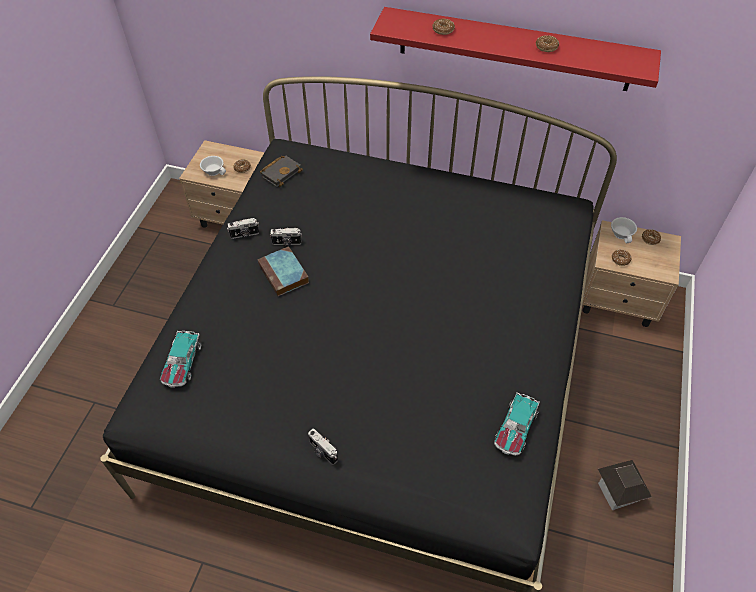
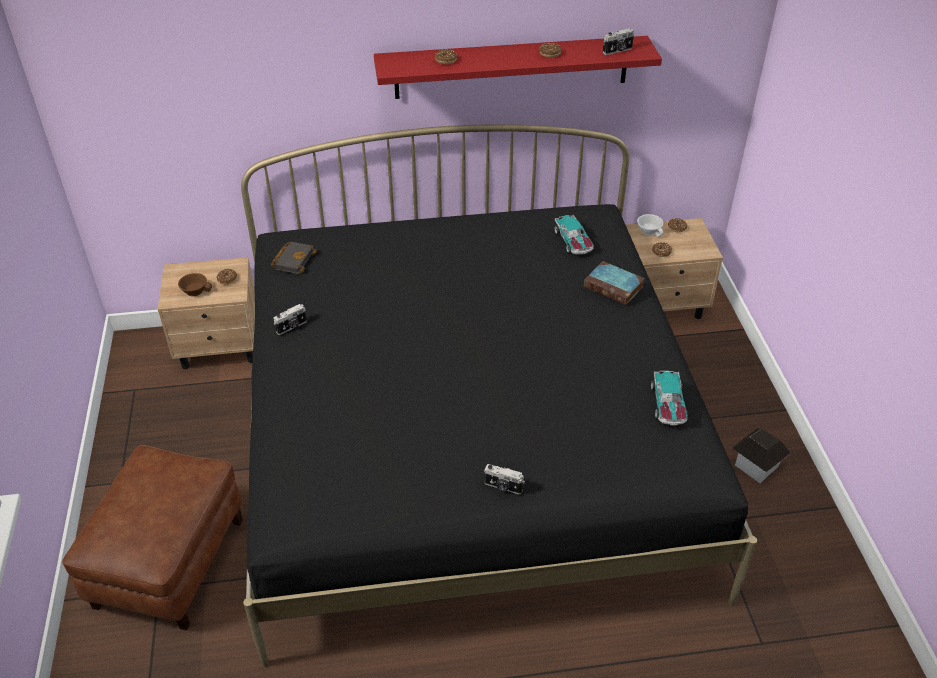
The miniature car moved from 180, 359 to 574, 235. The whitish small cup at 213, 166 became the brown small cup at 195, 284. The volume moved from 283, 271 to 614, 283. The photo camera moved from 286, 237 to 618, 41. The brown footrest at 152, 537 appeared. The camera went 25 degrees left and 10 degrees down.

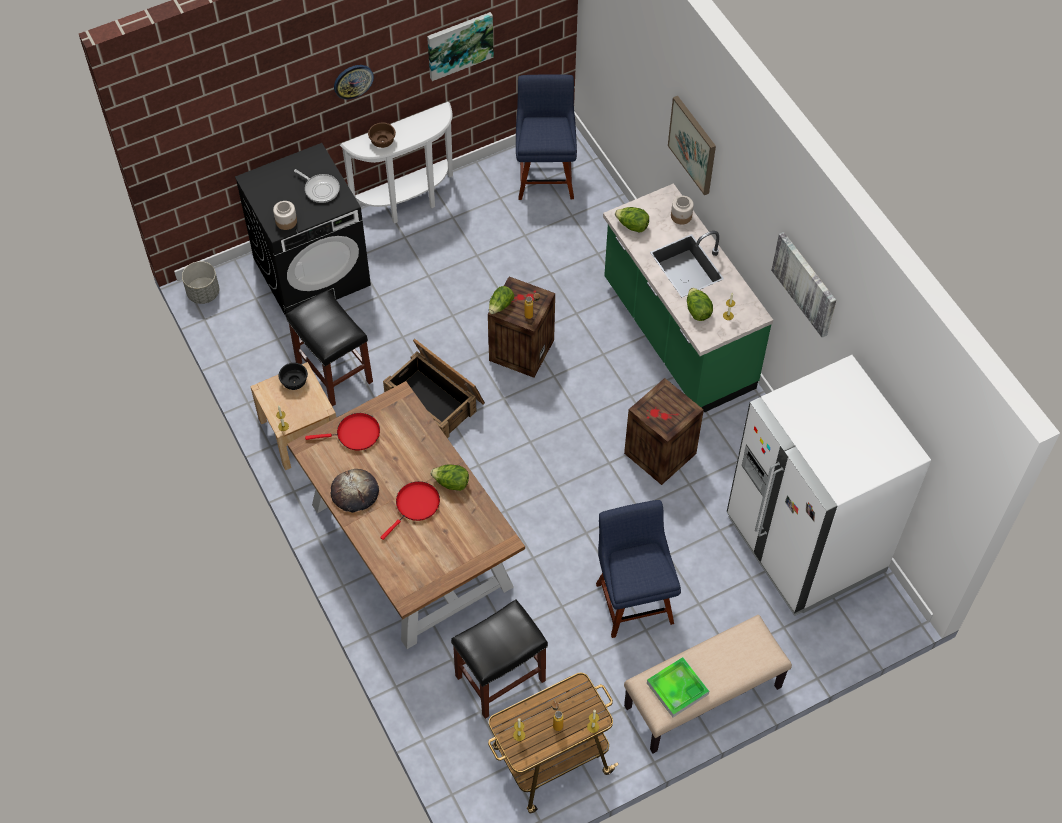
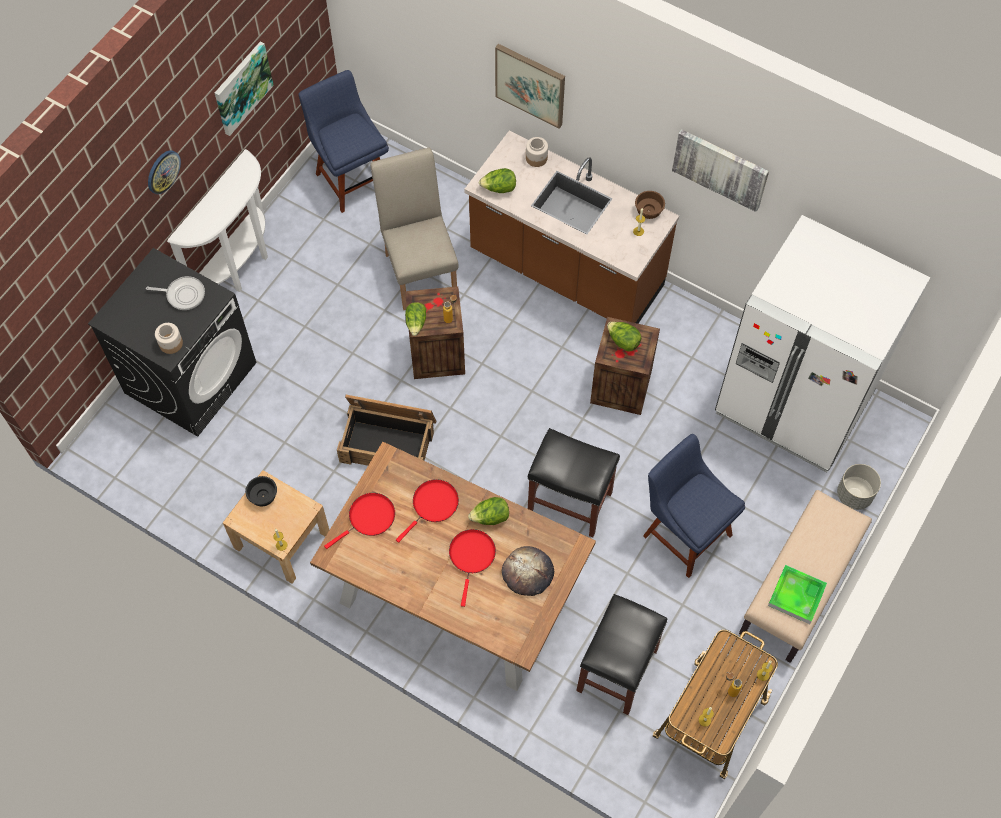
The gray plant pot moved from 200, 282 to 859, 487. The blackish stool seat moved from 329, 348 to 574, 482. The baked bread moved from 355, 491 to 528, 571. The brown serving bowl moved from 382, 135 to 650, 205. The green-coloured counter at 688, 297 became the brown counter at 571, 227. The lettuce head moved from 700, 304 to 624, 336. The beige-coloured upright chair at 414, 229 appeared. The reddish frying pan at 427, 511 appeared. The camera went 30 degrees left and 5 degrees up.

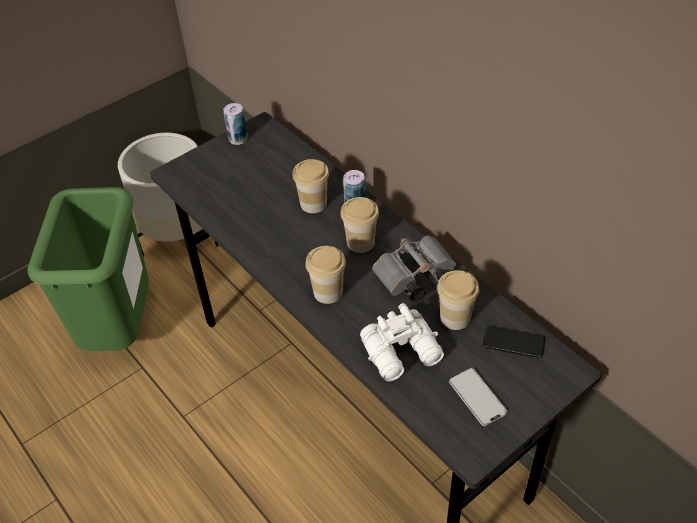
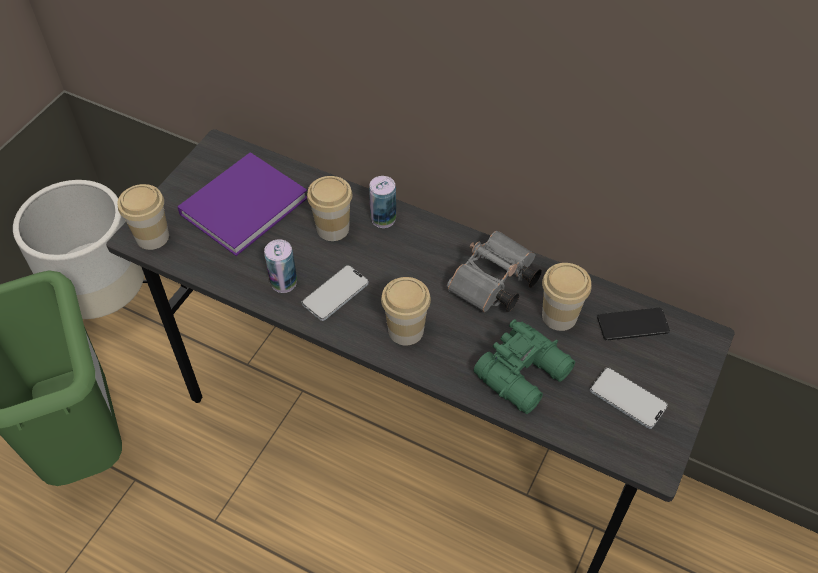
The metal can moved from 235, 124 to 280, 266. The small cup moved from 359, 225 to 143, 217. The whitish binoculars at 402, 342 became the green-coloured binoculars at 524, 366. The purple-coloured volume at 242, 204 appeared. The phone at 335, 293 appeared. The camera went 25 degrees left and 5 degrees up.

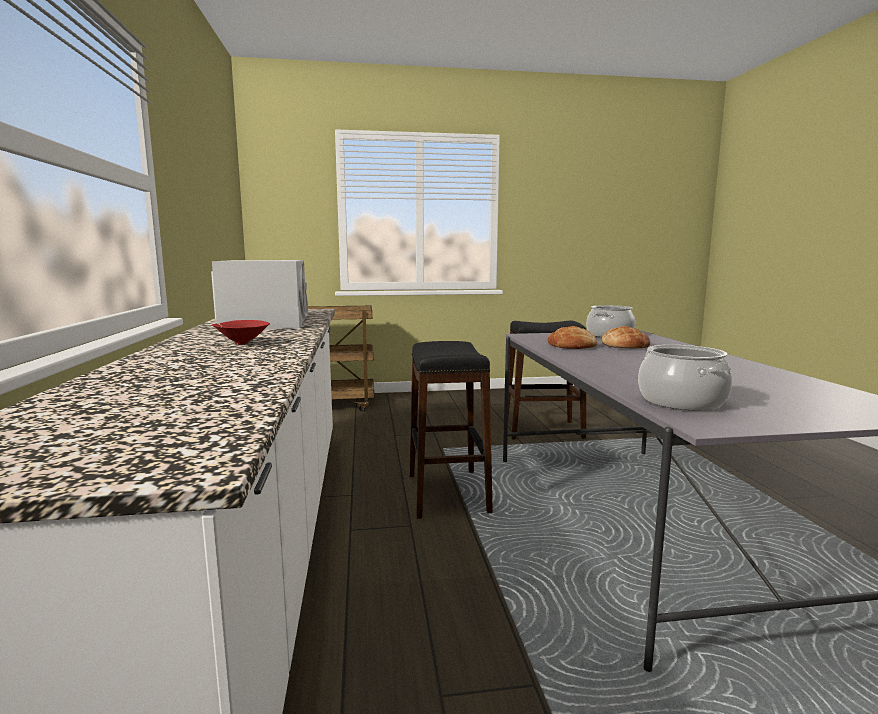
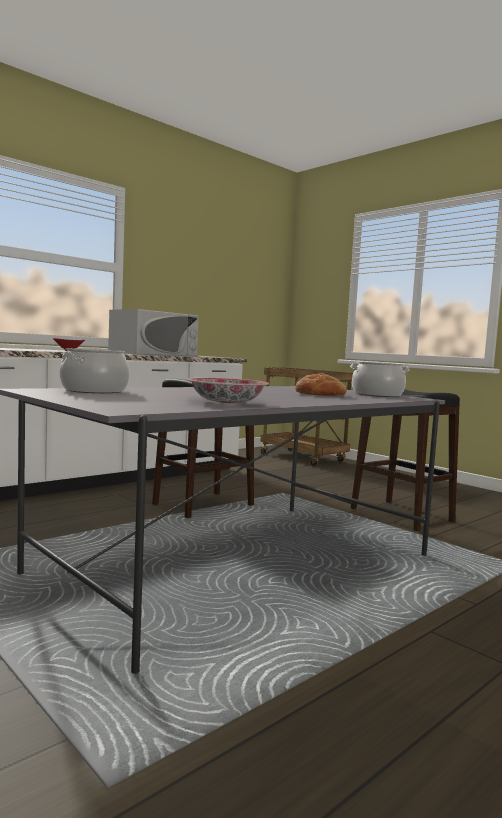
The baked bread at 573, 337 disappeared. The serving bowl at 228, 390 appeared. The camera went 55 degrees right and 5 degrees down.

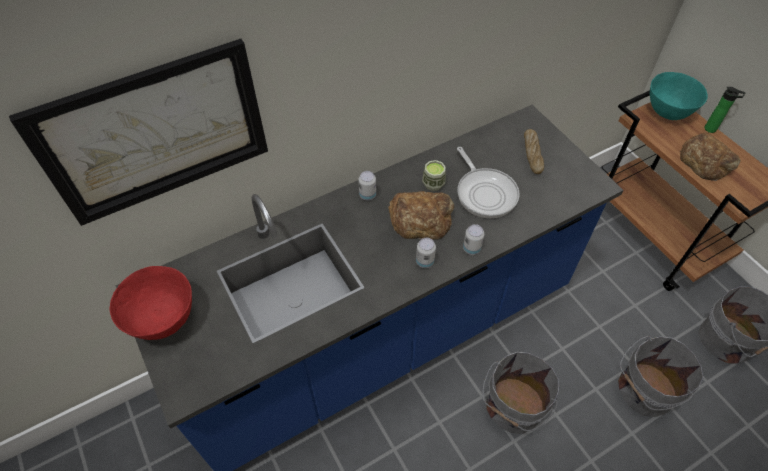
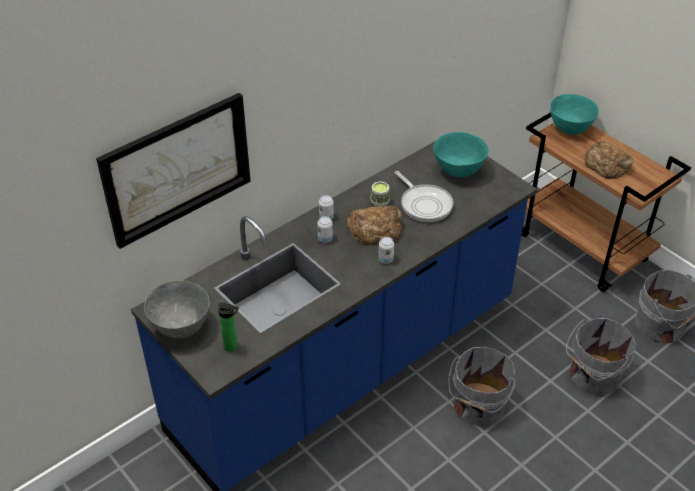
The reddish serving bowl at 150, 303 became the gray serving bowl at 177, 310. The metal can moved from 473, 239 to 325, 229. The baked bread at 534, 151 was replaced by the turquoise-coloured serving bowl at 460, 155. The beverage bottle moved from 724, 110 to 228, 327. The camera went 10 degrees left and 10 degrees down.

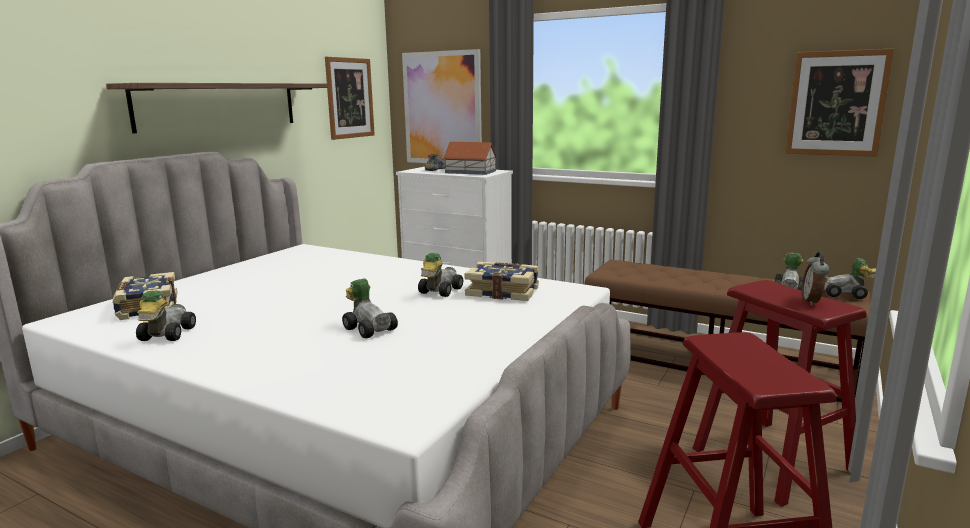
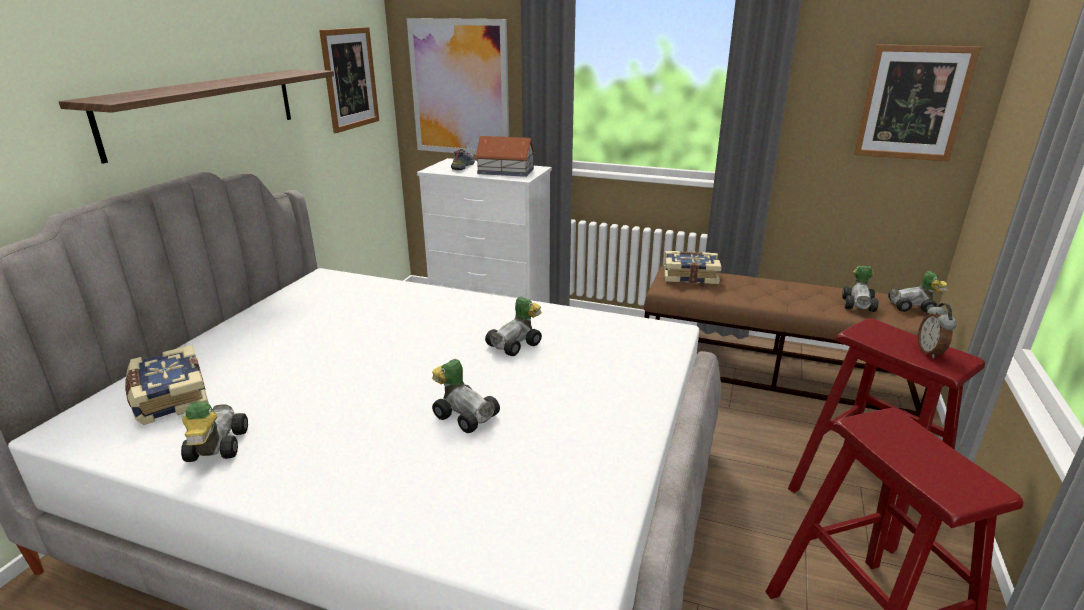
The miniature car at 440, 275 turned 150 degrees counterclockwise. The volume moved from 501, 281 to 693, 267. The camera went 10 degrees left and 10 degrees up.

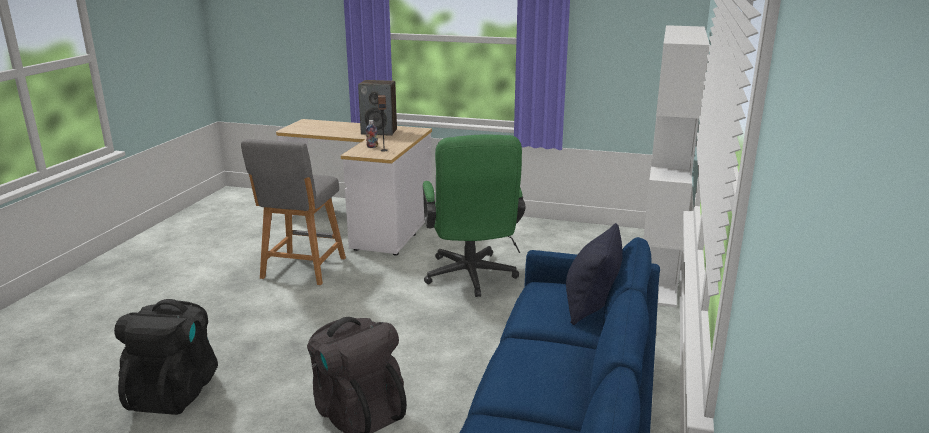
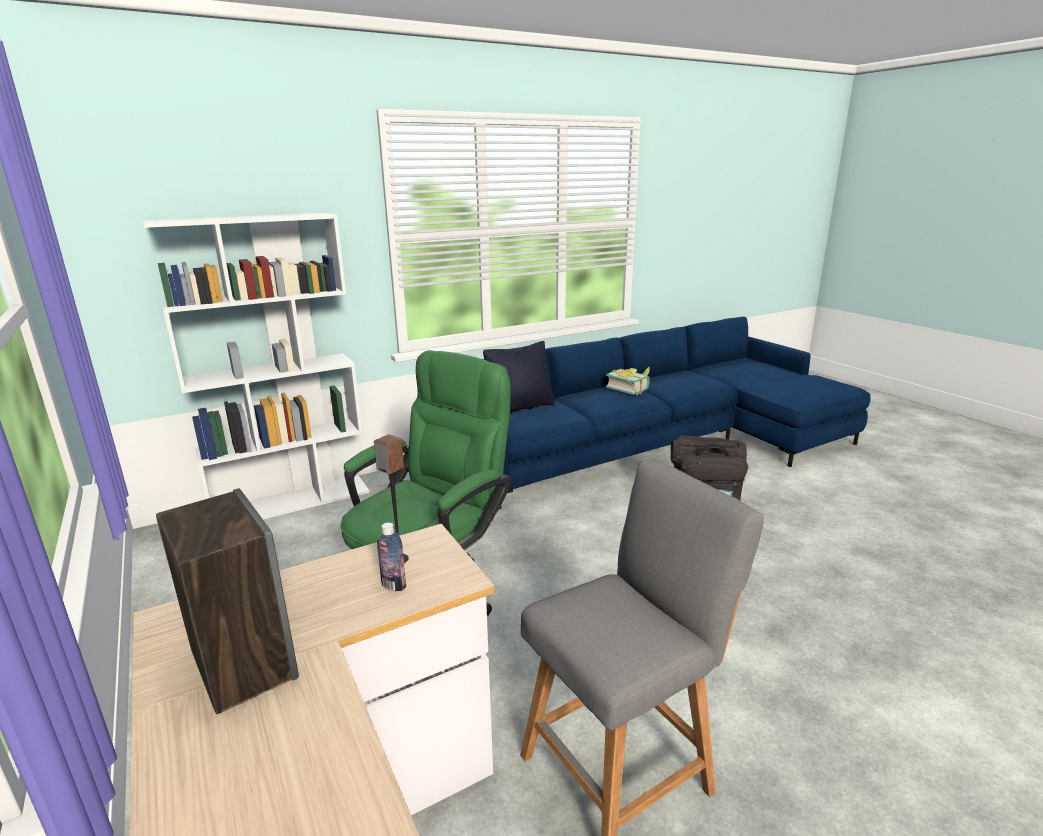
The blackish knapsack at 166, 357 disappeared. The volume at 628, 381 appeared. The camera went 135 degrees left and 0 degrees up.

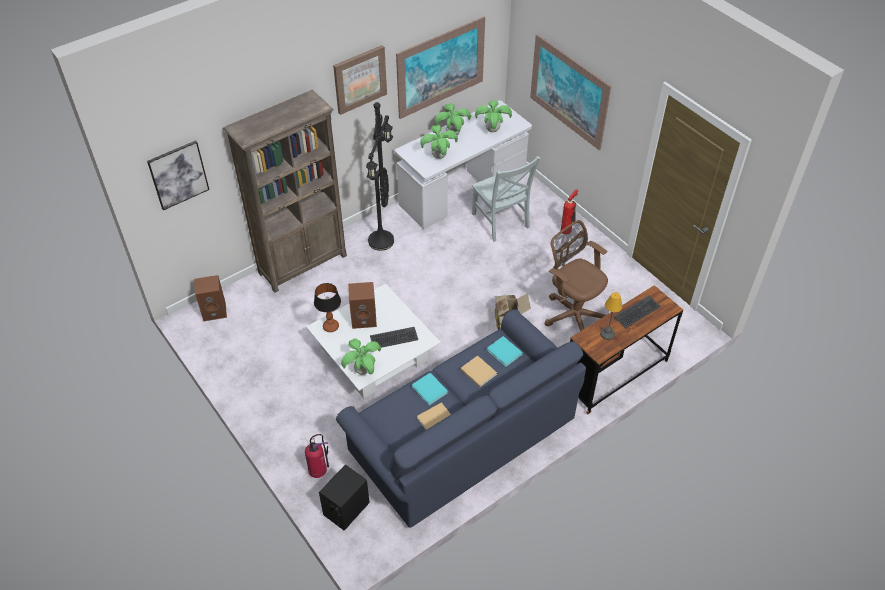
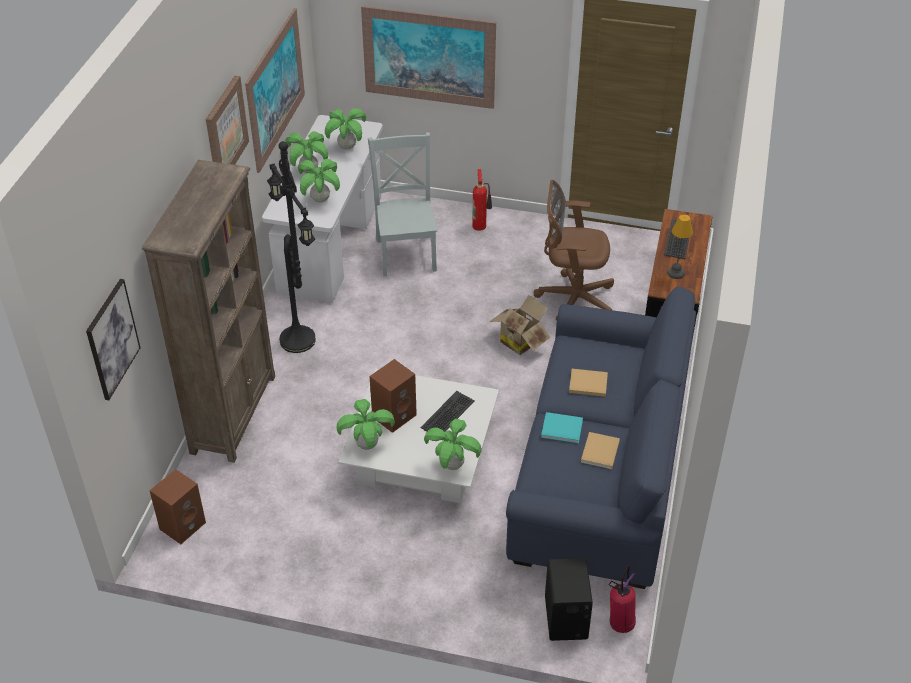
The extinguisher moved from 317, 456 to 622, 599. The lamp for a table at 327, 307 was replaced by the houseplant at 366, 424. The gray upright chair at 506, 199 turned 120 degrees counterclockwise. The turquoise-coloured volume at 505, 351 disappeared. The camera went 40 degrees left and 5 degrees down.

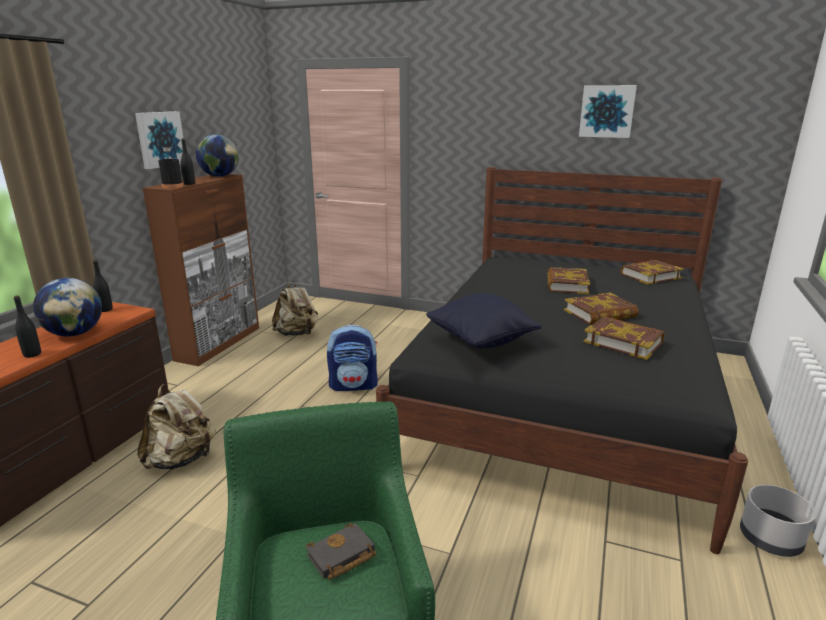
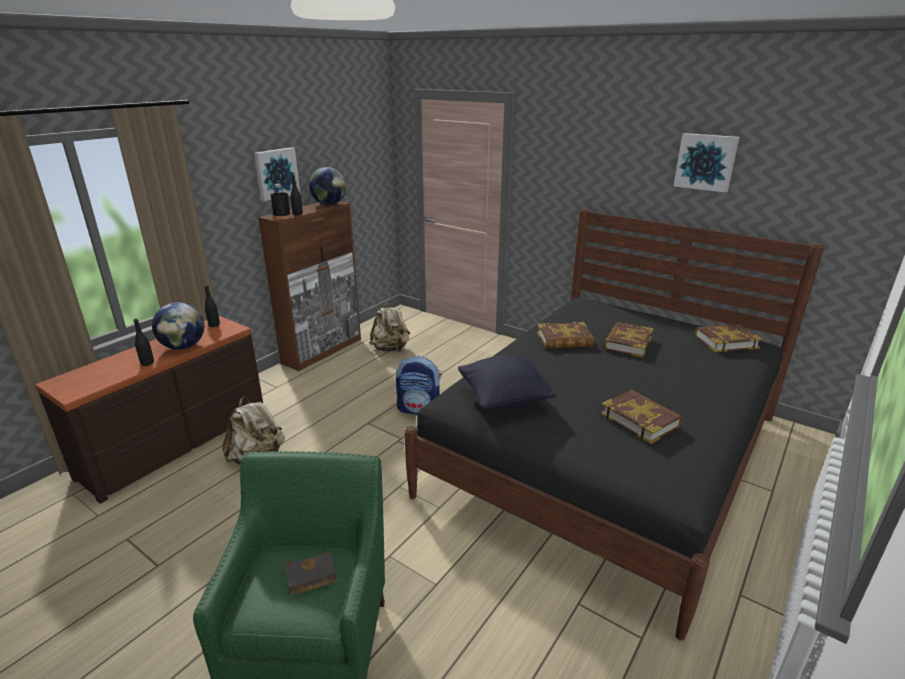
The volume moved from 601, 309 to 565, 335. The gray plant pot at 777, 521 disappeared. The camera went 15 degrees right and 5 degrees up.

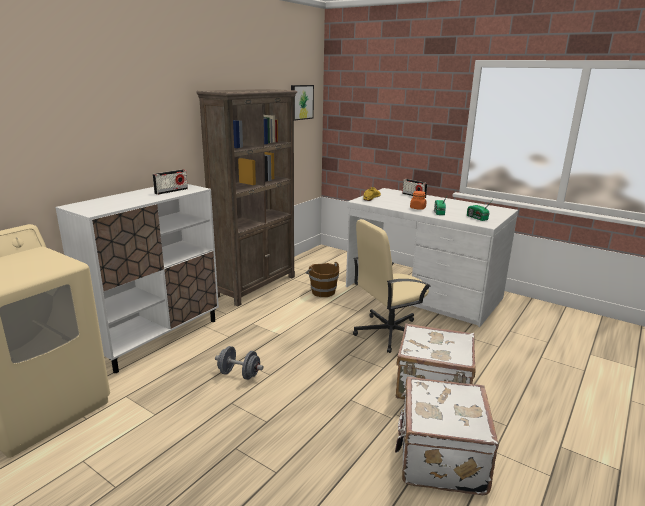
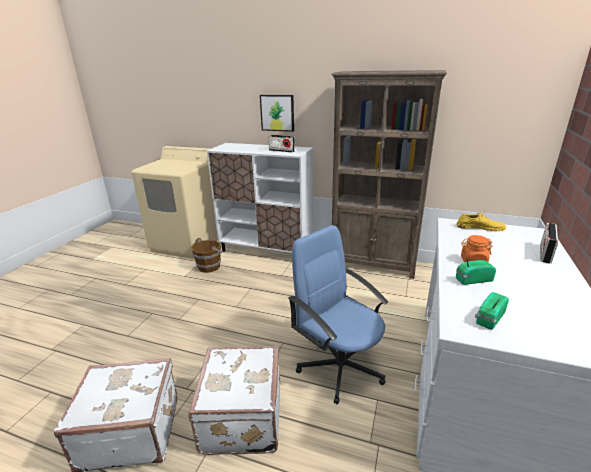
The gray hand weight at 239, 363 disappeared. The wall art moved from 302, 103 to 277, 113. The brown bucket moved from 322, 279 to 207, 255. The beige-coloured desk chair at 392, 286 became the bluish desk chair at 338, 314. The camera went 75 degrees right and 5 degrees up.

